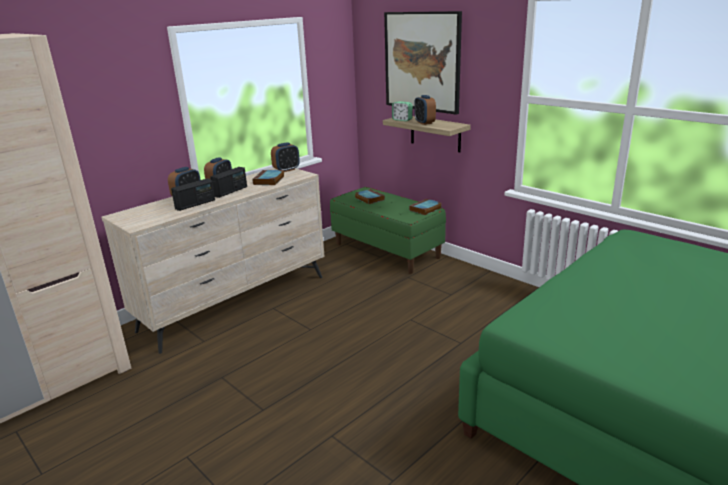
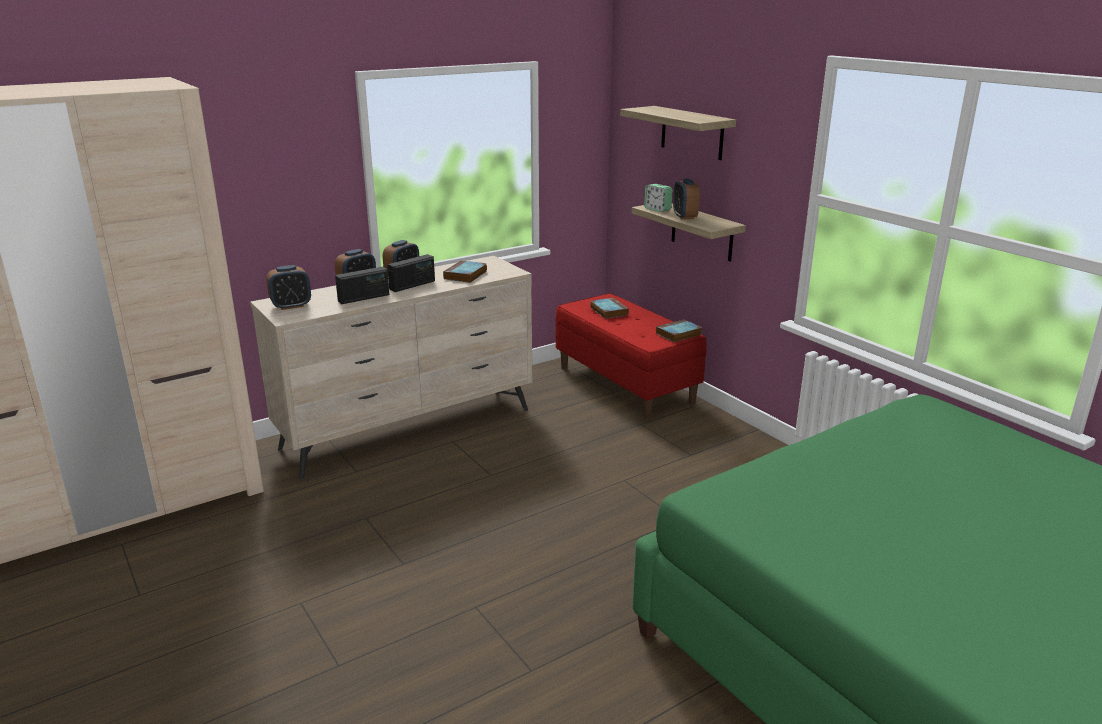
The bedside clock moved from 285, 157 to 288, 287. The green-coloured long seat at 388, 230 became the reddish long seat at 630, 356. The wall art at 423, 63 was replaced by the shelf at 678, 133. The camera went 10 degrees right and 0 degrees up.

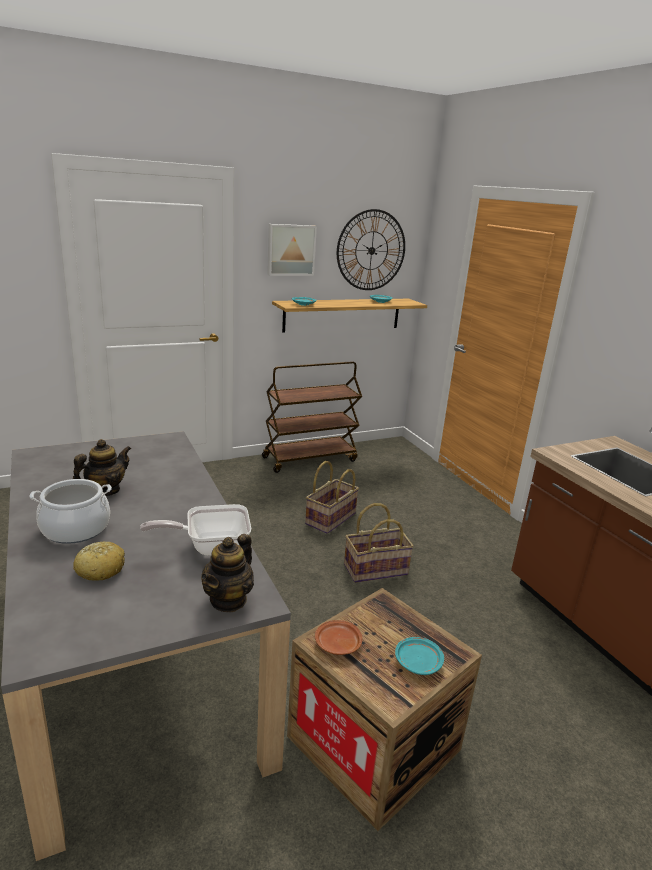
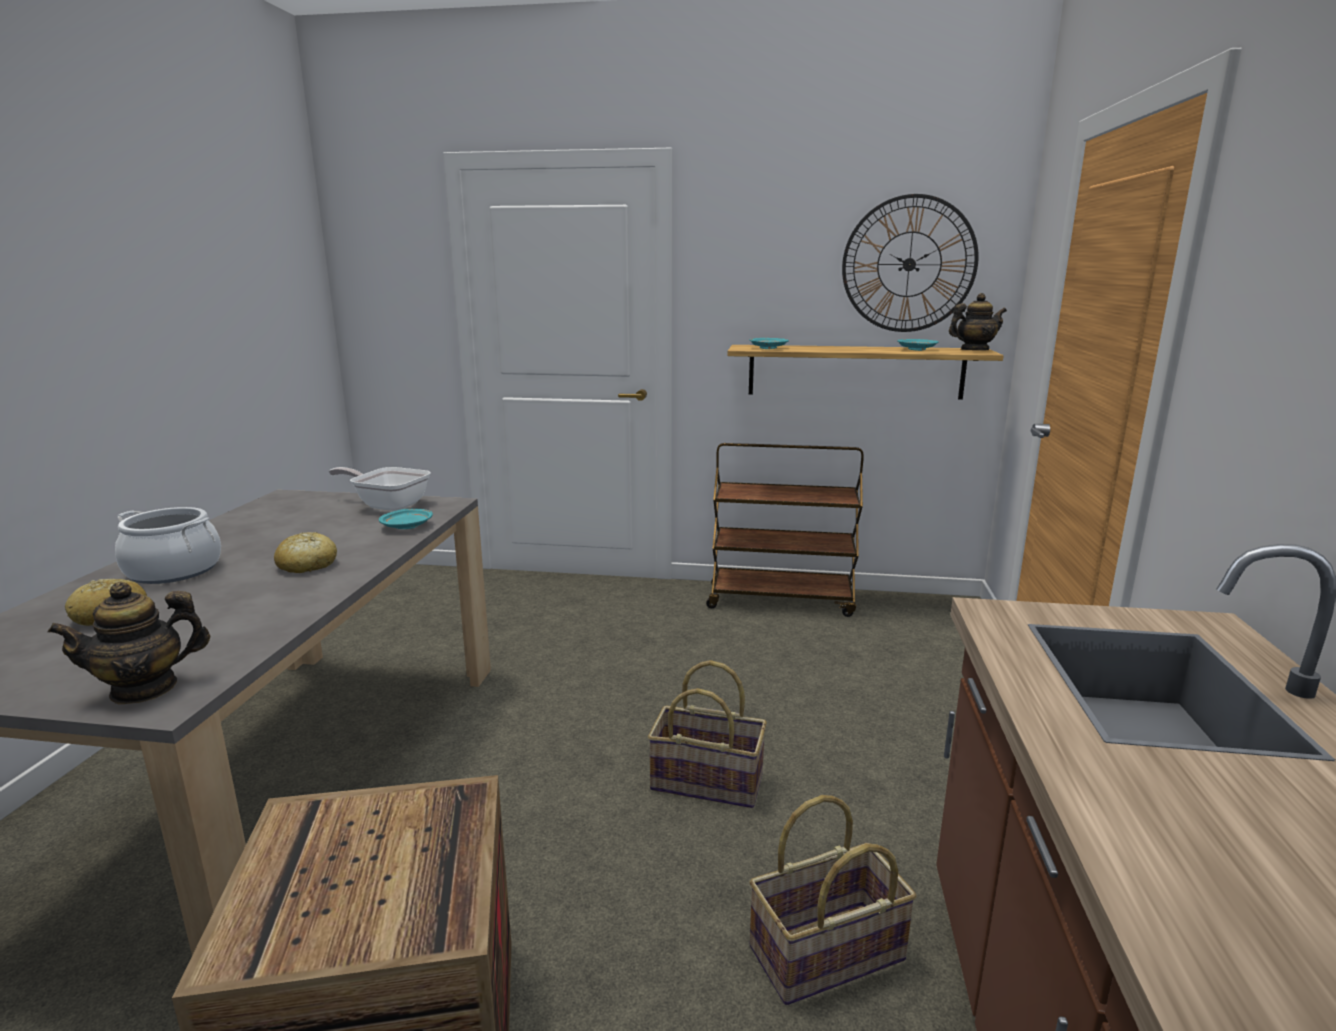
The tea pot moved from 102, 467 to 978, 321. The frying pan moved from 195, 530 to 380, 489. The wall art at 292, 250 disappeared. The storage basket moved from 332, 497 to 833, 900. The brown plate at 338, 637 disappeared. The turquoise-coloured plate moved from 419, 656 to 406, 519. The baked bread at 305, 552 appeared. The camera went 35 degrees right and 5 degrees down.

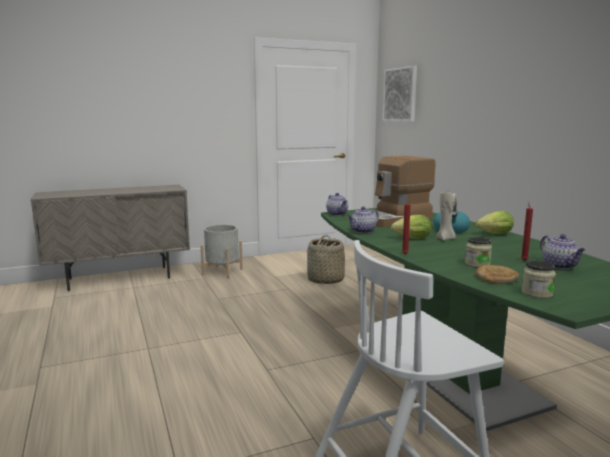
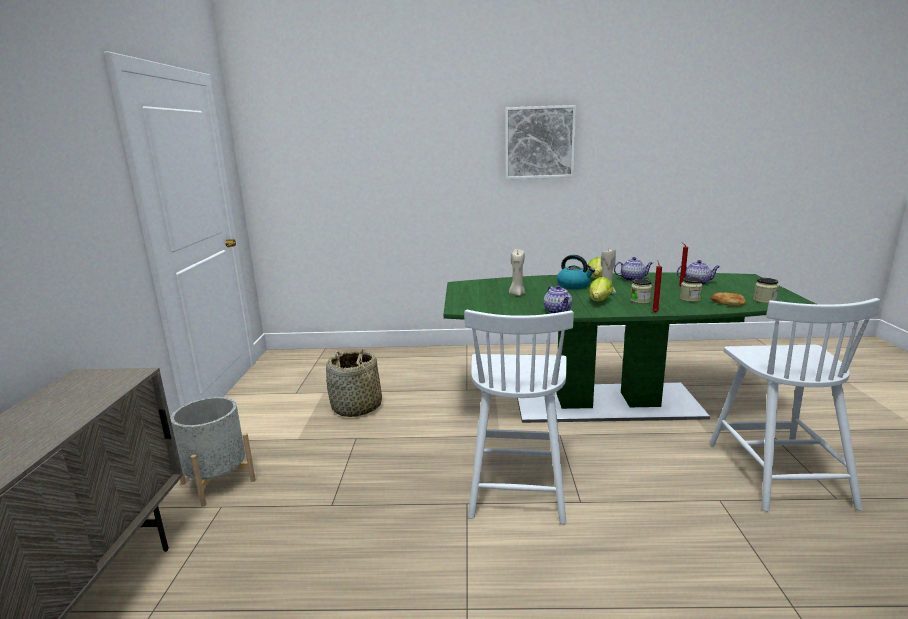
The tea pot moved from 337, 204 to 633, 269. The coffee machine at 404, 191 was replaced by the beige-coloured wax light at 517, 272. The wall art moved from 399, 94 to 540, 142. The whitish upright chair at 519, 417 appeared. The preserve jar at 641, 291 appeared. The camera went 65 degrees left and 5 degrees up.

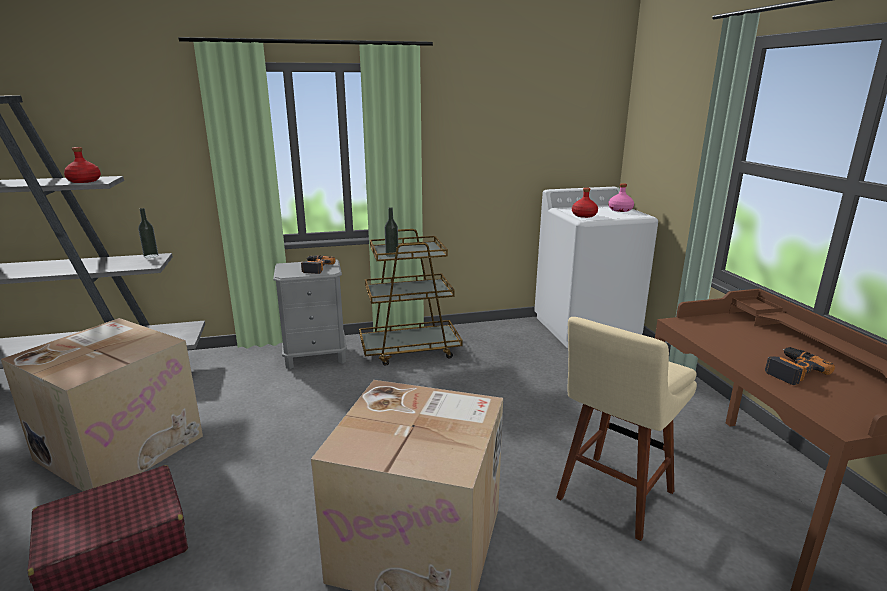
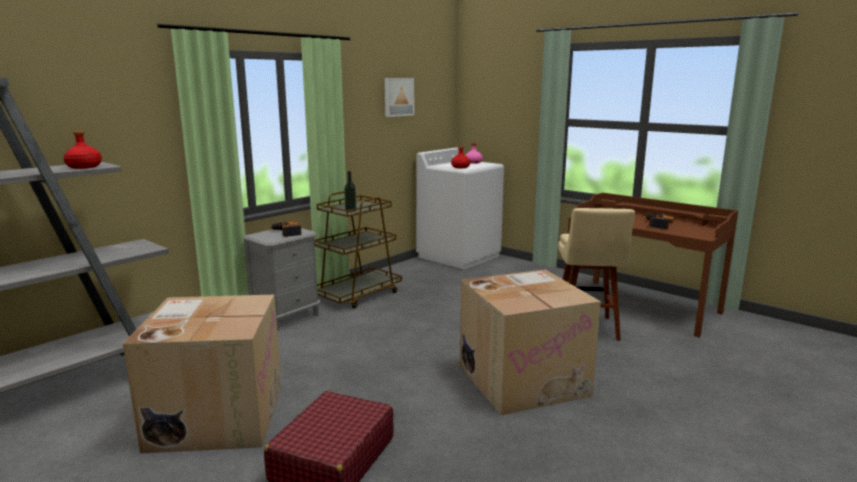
The beverage bottle at 148, 233 disappeared. The wall art at 399, 97 appeared. The camera went 35 degrees left and 5 degrees down.

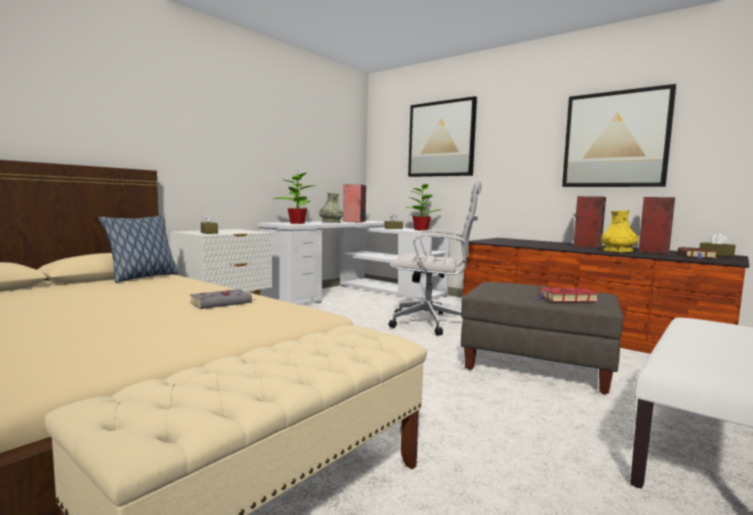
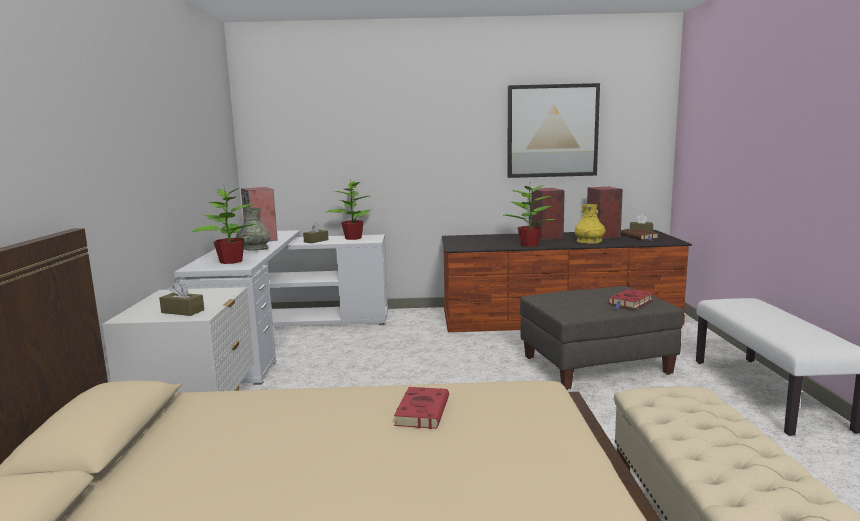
The cushion at 138, 249 disappeared. The gray volume at 222, 299 became the reddish volume at 421, 408. The whitish desk chair at 435, 258 disappeared. The wall art at 442, 136 disappeared. The houseplant at 530, 214 appeared. The camera went 40 degrees left and 5 degrees up.

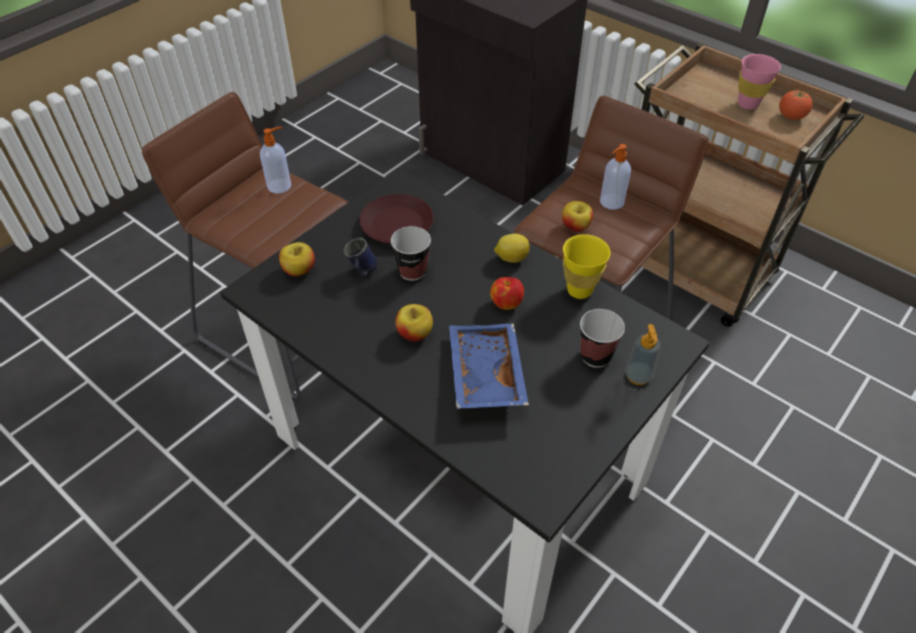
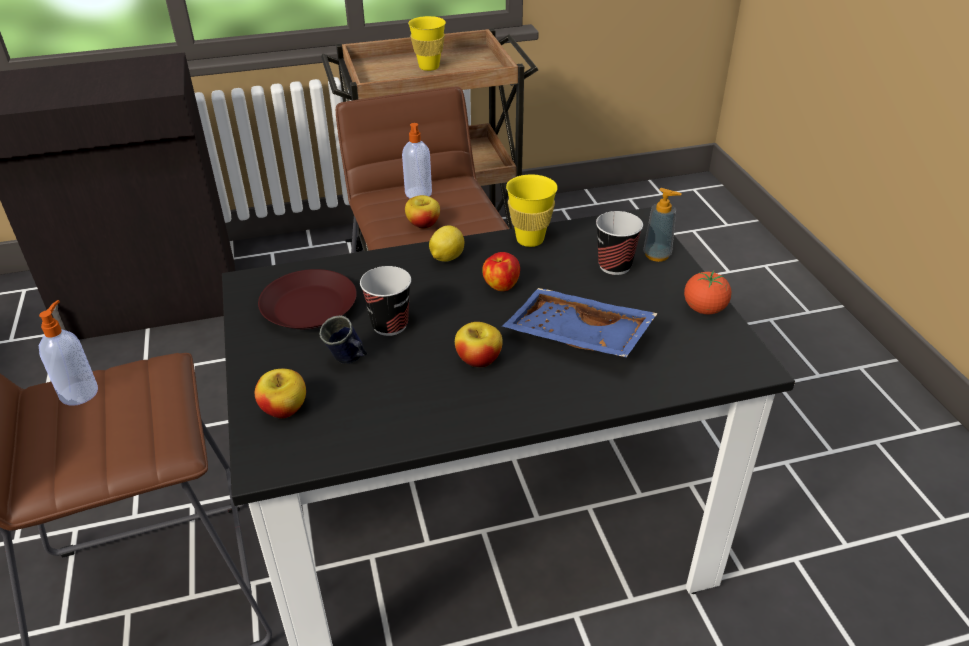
The pink-coloured small cup at 759, 82 became the yellowish small cup at 427, 43. The fresh tomato moved from 795, 105 to 708, 292. The camera went 55 degrees left and 10 degrees down.

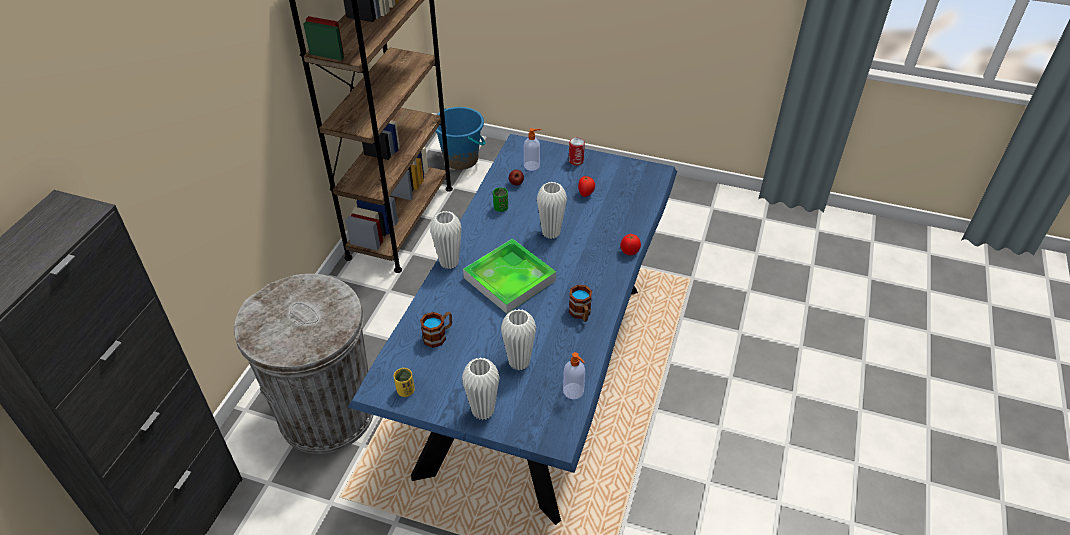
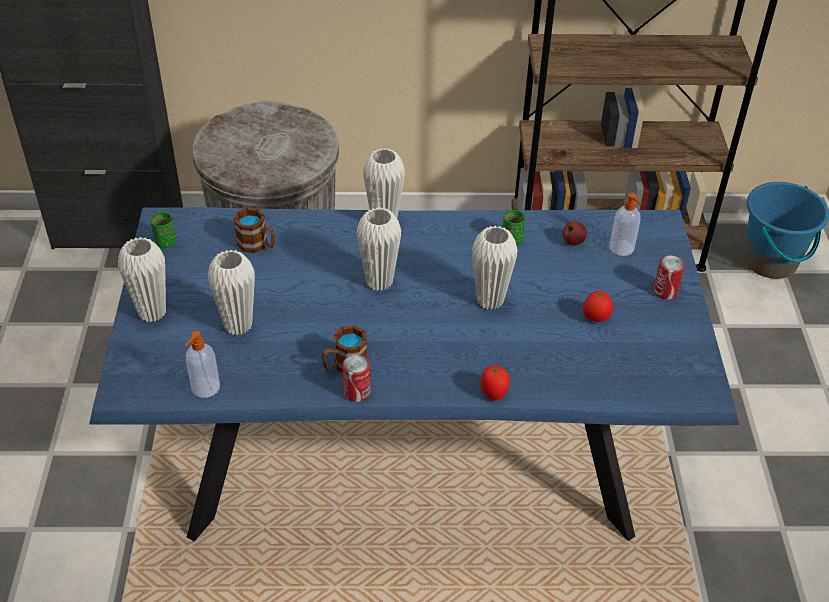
The yellowish small cup at 404, 382 became the green-coloured small cup at 163, 230. The tray at 509, 276 was replaced by the whitish flower vase at 379, 249. The metal can at 356, 378 appeared. The camera went 70 degrees right and 0 degrees up.

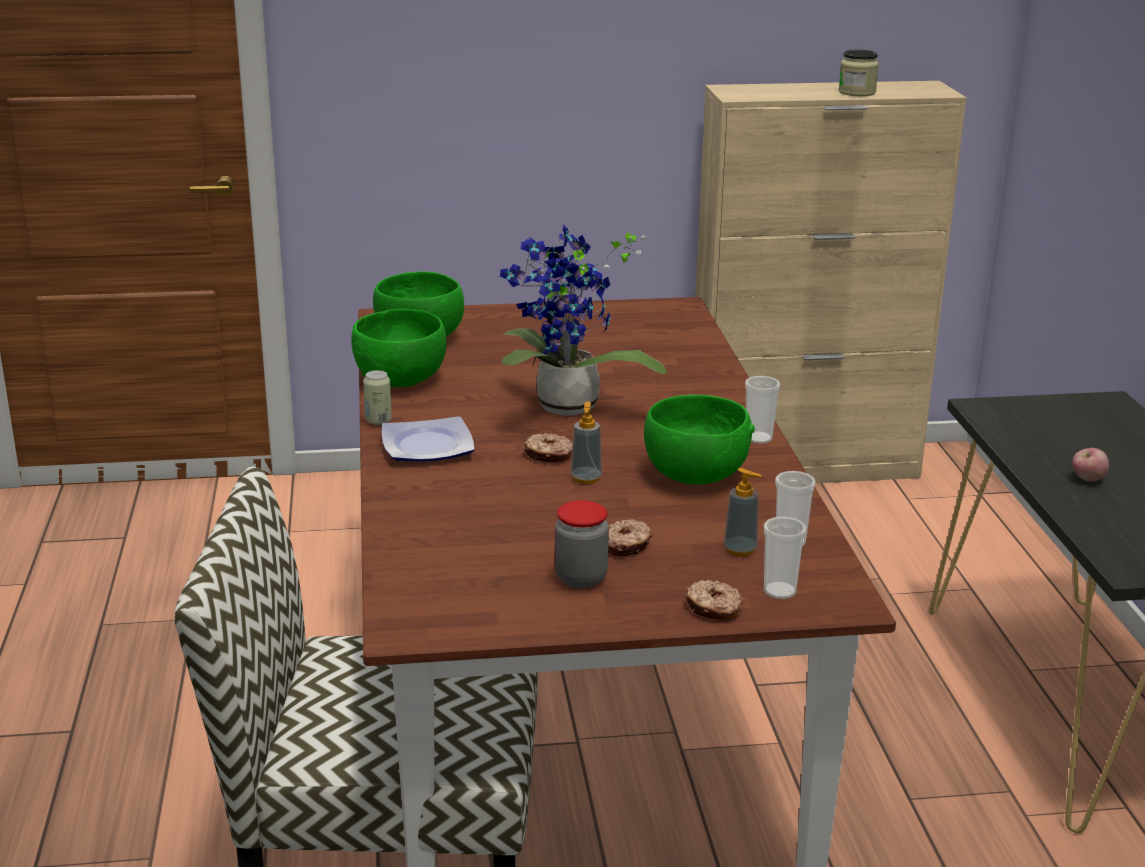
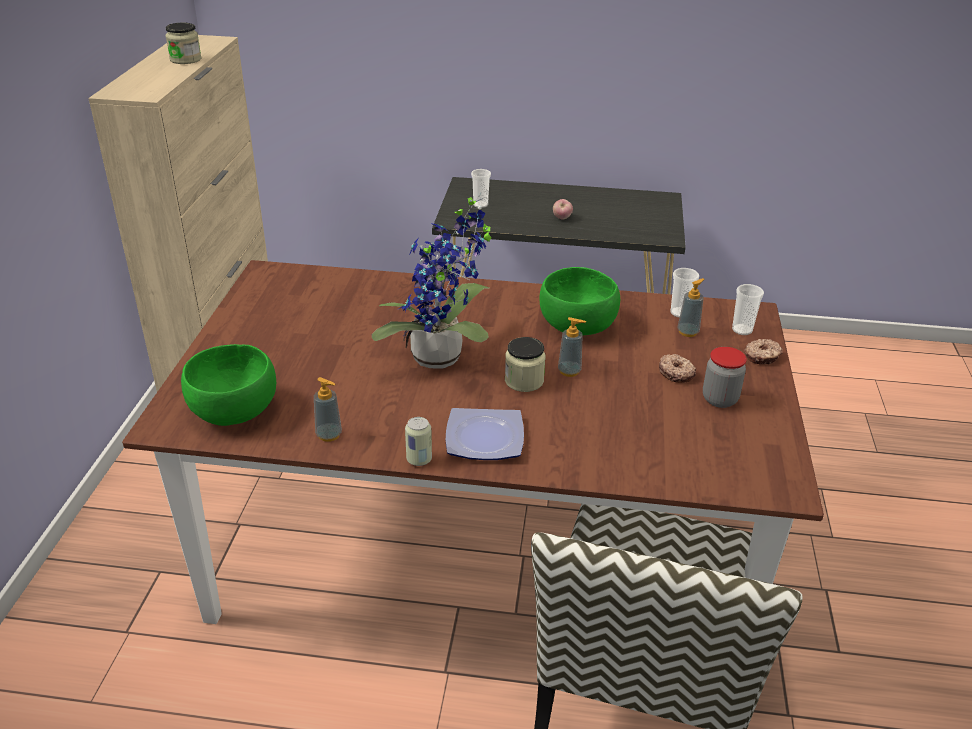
The green-coloured serving bowl at 399, 348 was replaced by the liquid soap bottle at 328, 409. The donut at 548, 447 was replaced by the preserve jar at 525, 364. The small cup moved from 762, 410 to 481, 188. The camera went 75 degrees left and 10 degrees up.

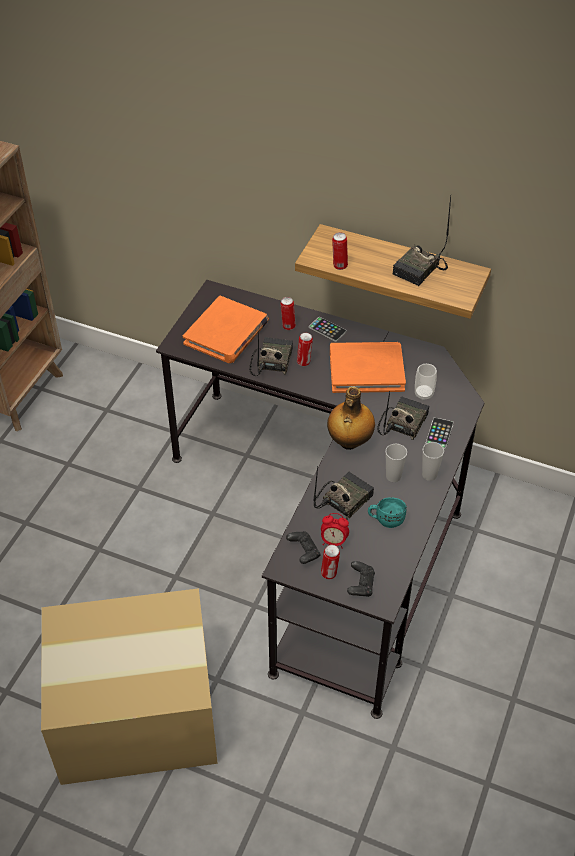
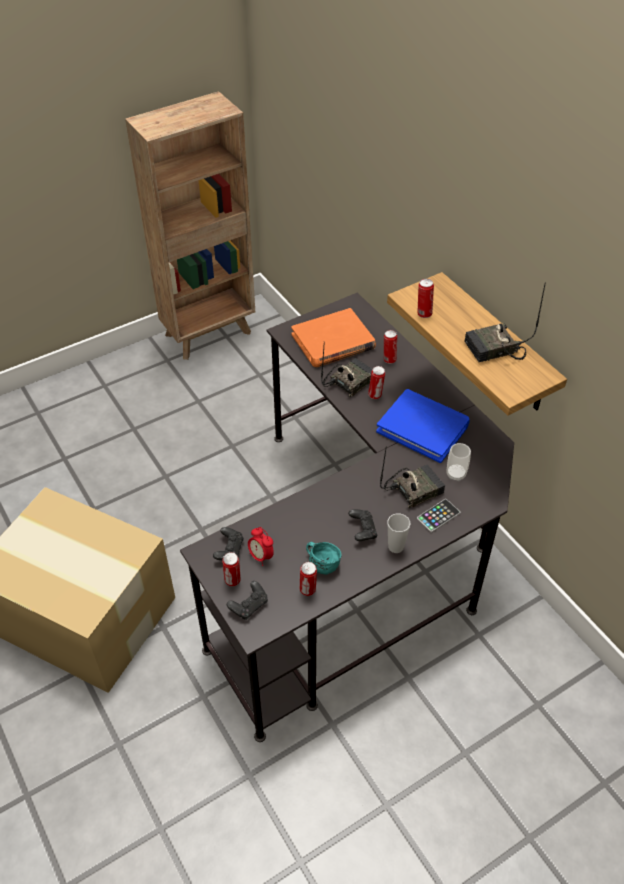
The phone at 328, 329 disappeared. The radio at 343, 492 disappeared. The beverage bottle at 351, 418 disappeared. The orangey volume at 368, 367 became the bluish volume at 423, 426. The small cup at 396, 462 was replaced by the blackish joypad at 362, 525. The metal can at 308, 579 appeared. The camera went 35 degrees right and 0 degrees up.

